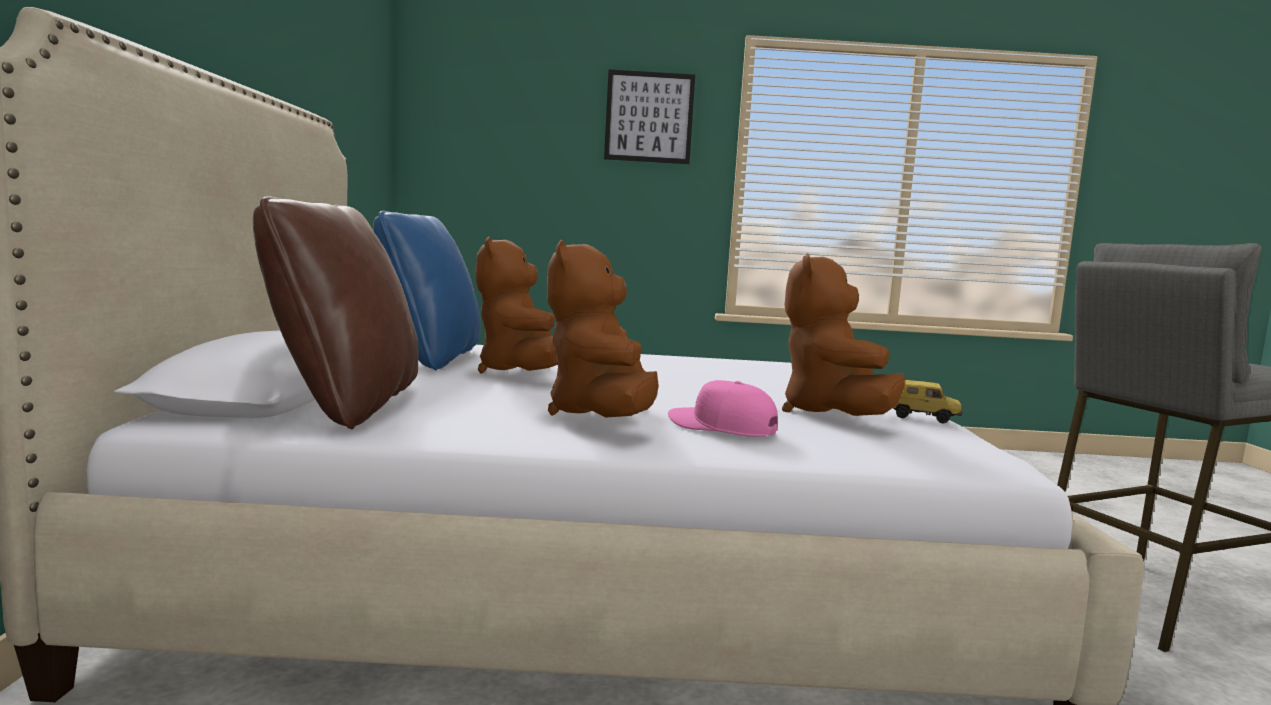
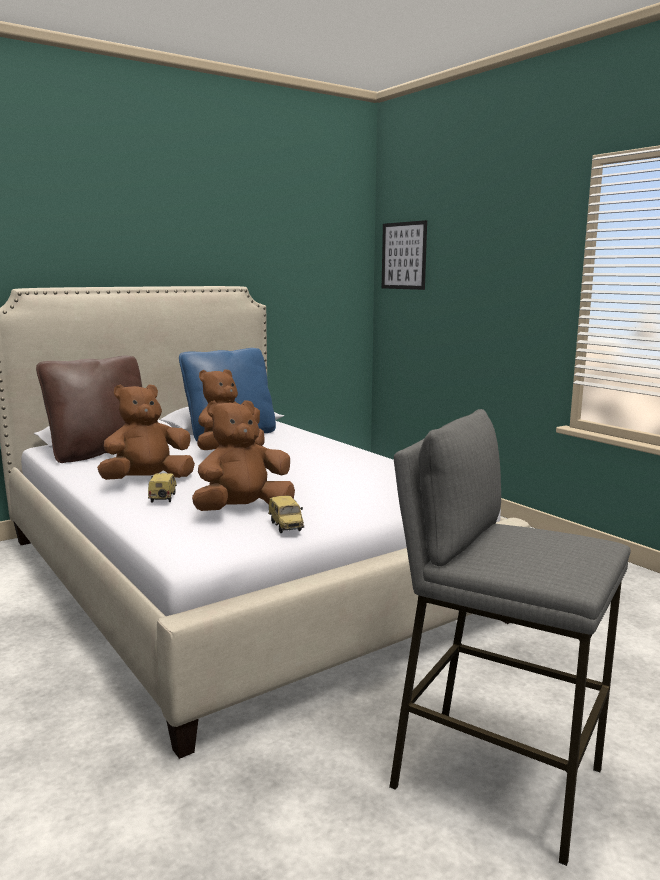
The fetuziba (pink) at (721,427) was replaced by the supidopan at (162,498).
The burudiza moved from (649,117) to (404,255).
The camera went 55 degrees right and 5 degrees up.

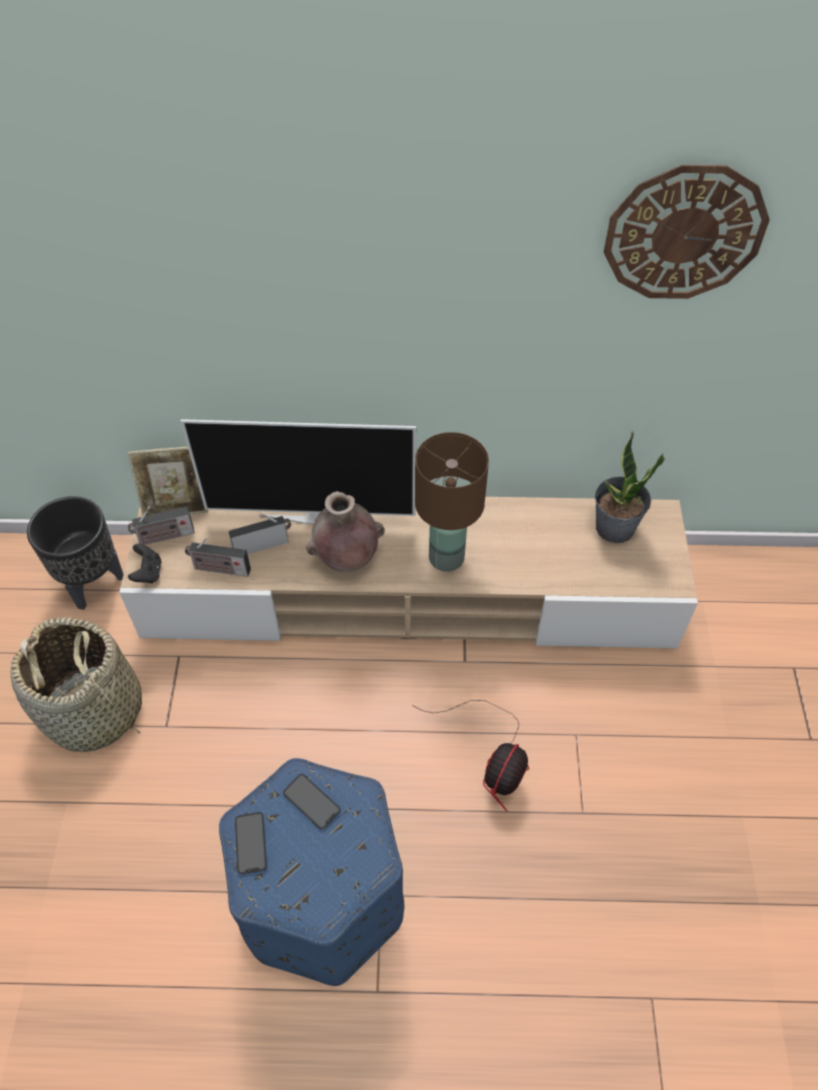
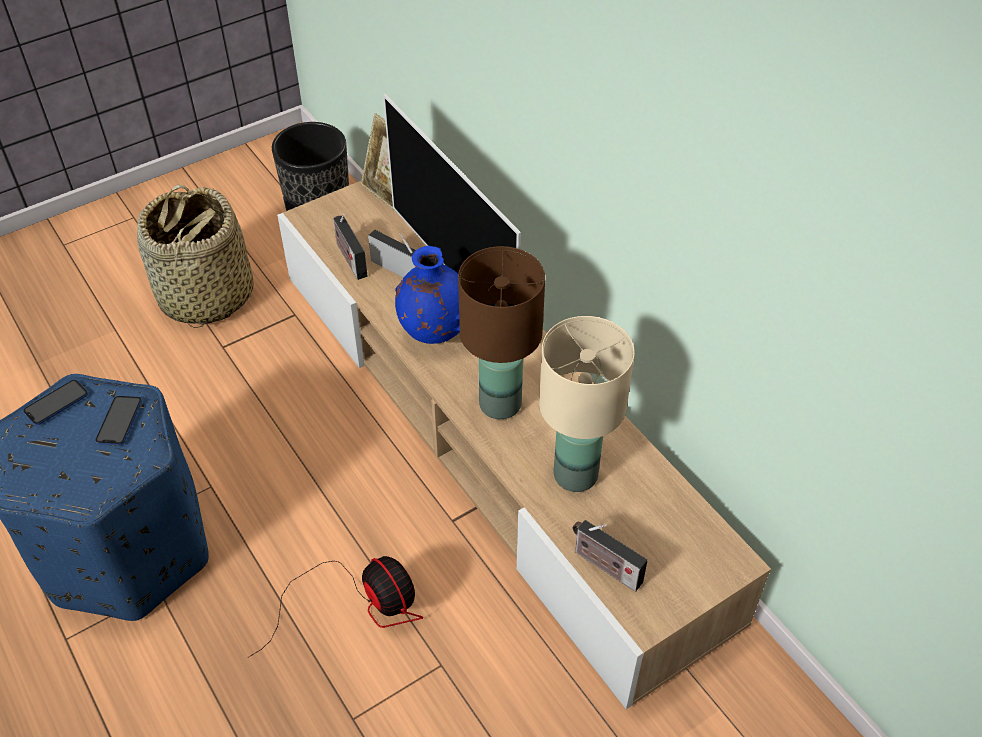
The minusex at (493,758) turned 120 degrees counterclockwise.
The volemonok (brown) at (347,559) became the volemonok (blue) at (433,333).
The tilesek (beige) at (576,473) appeared.
The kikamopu moved from (164,537) to (604,565).
The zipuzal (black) at (148,572) disappeared.
The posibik at (614,528) disappeared.
The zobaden at (684,233) disappeared.
The camera went 55 degrees right and 5 degrees down.

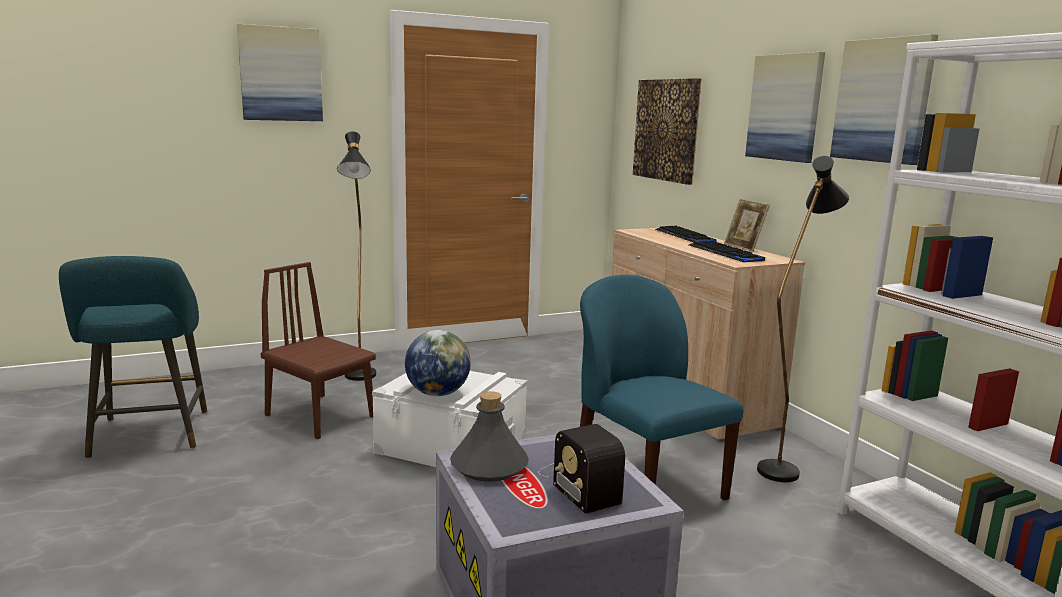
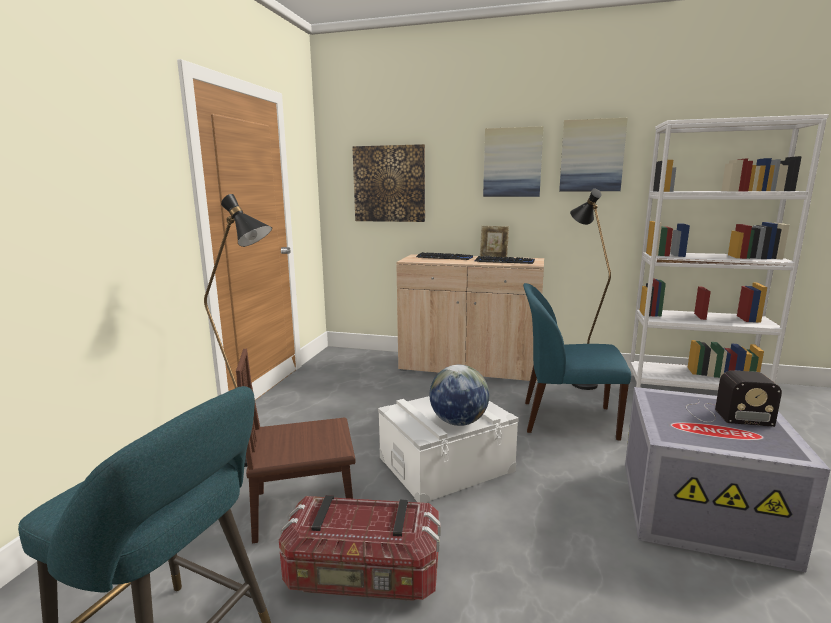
The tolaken at (363,576) appeared.
The burudiza at (281,74) disappeared.
The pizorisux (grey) at (489,466) disappeared.
The camera went 50 degrees left and 0 degrees up.

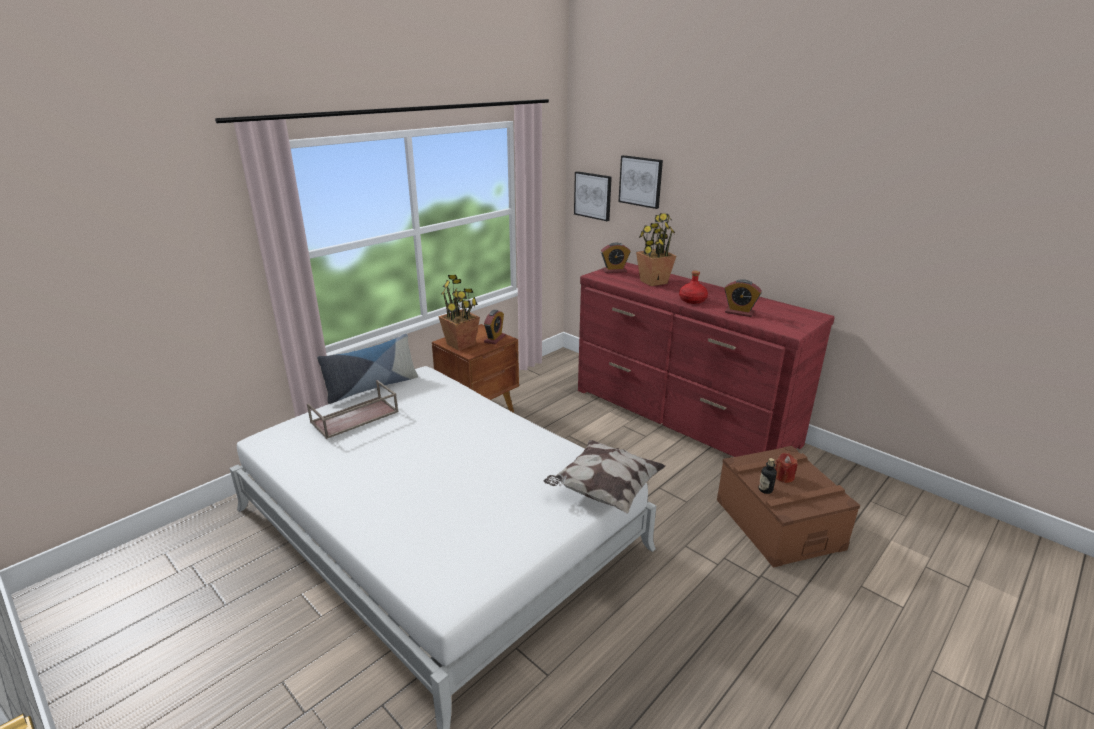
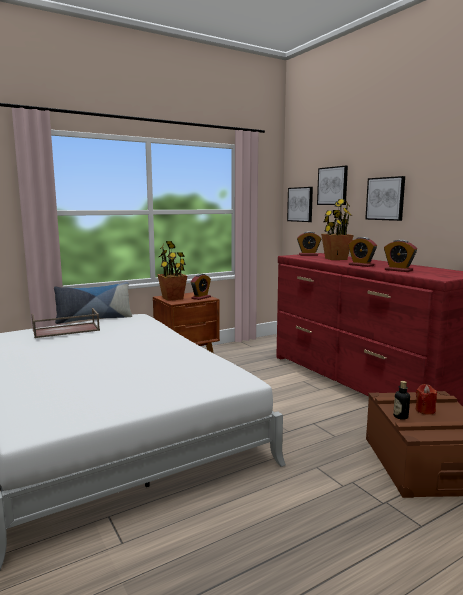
The pizorisux (red) at (692,300) was replaced by the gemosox at (361,265).
The burudiza at (385,198) appeared.
The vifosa at (604,491) disappeared.
The camera went 15 degrees right and 15 degrees down.

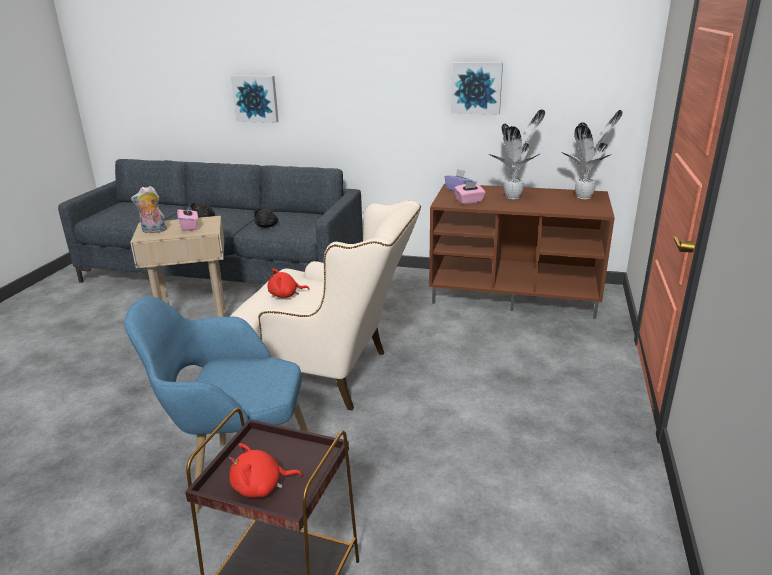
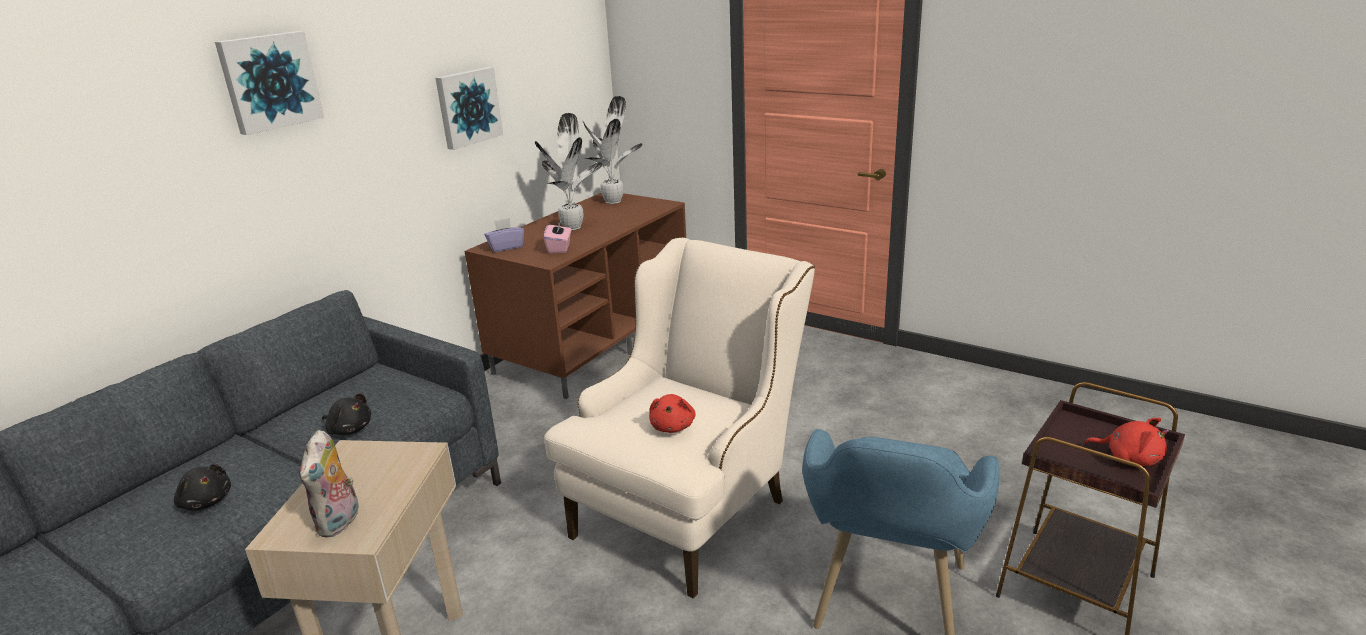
The burudiza moved from (256,98) to (269,81).
The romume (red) at (261,487) turned 60 degrees counterclockwise.
The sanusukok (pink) at (189,227) disappeared.
The camera went 70 degrees left and 0 degrees up.

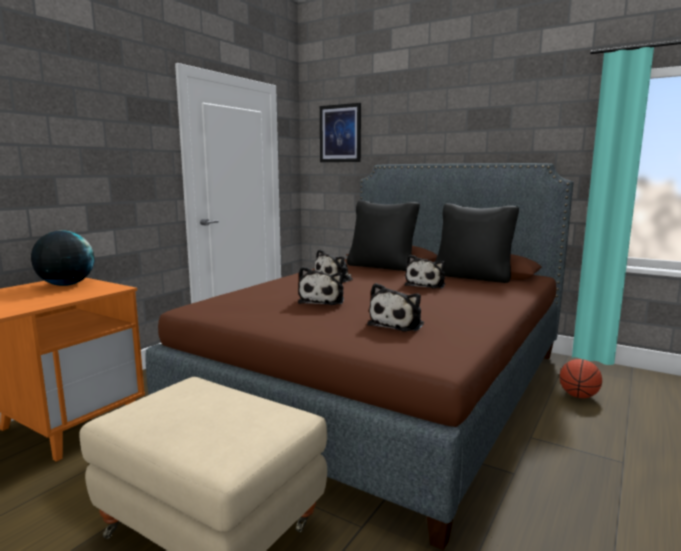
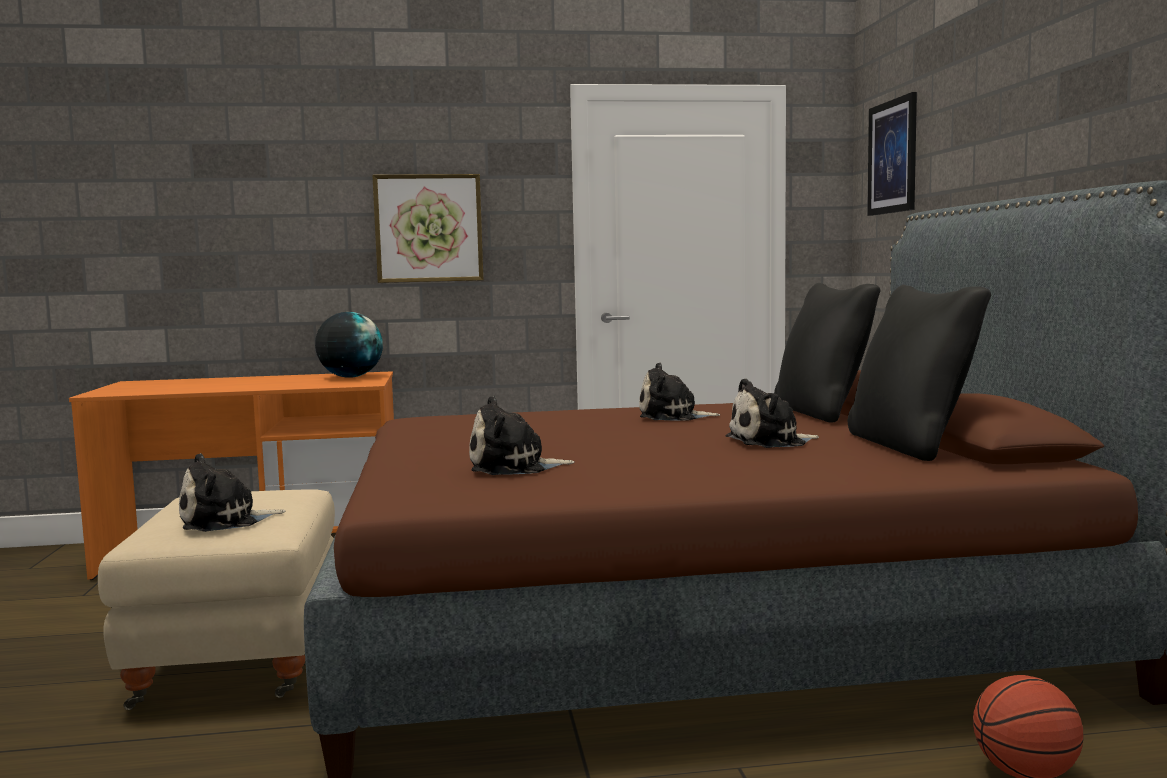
The romume moved from (323,300) to (225,521).
The burudiza at (428,228) appeared.
The camera went 50 degrees right and 5 degrees down.

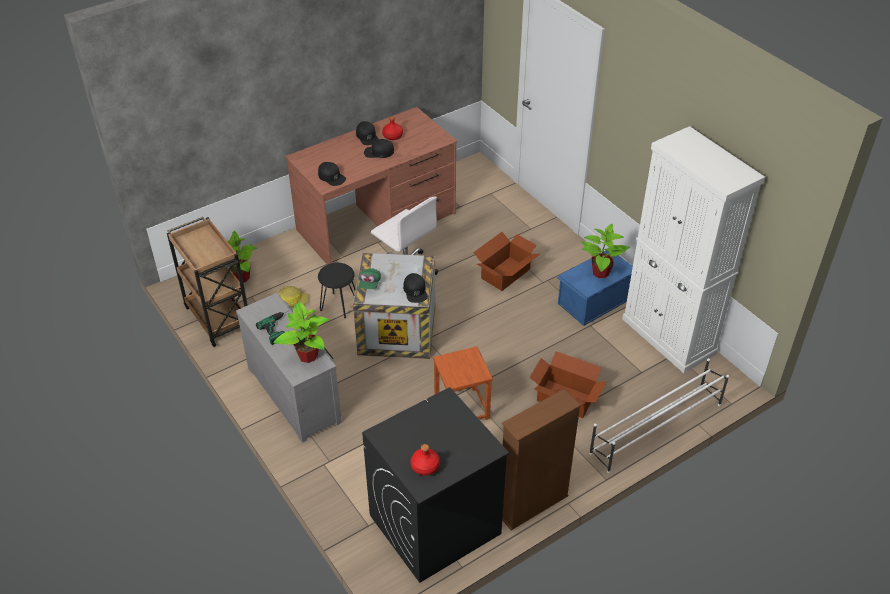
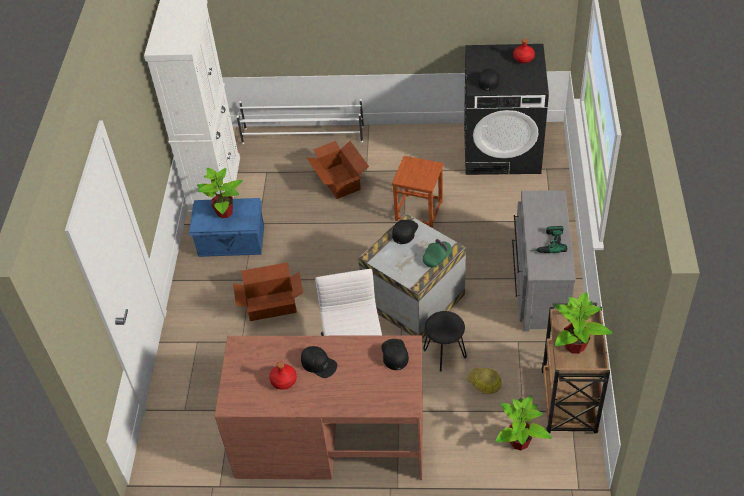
The fetuziba (black) moved from (367,136) to (489,80).
The posibik moved from (307,355) to (575,346).
The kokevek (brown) at (532,505) disappeared.
The camera went 140 degrees left and 5 degrees up.

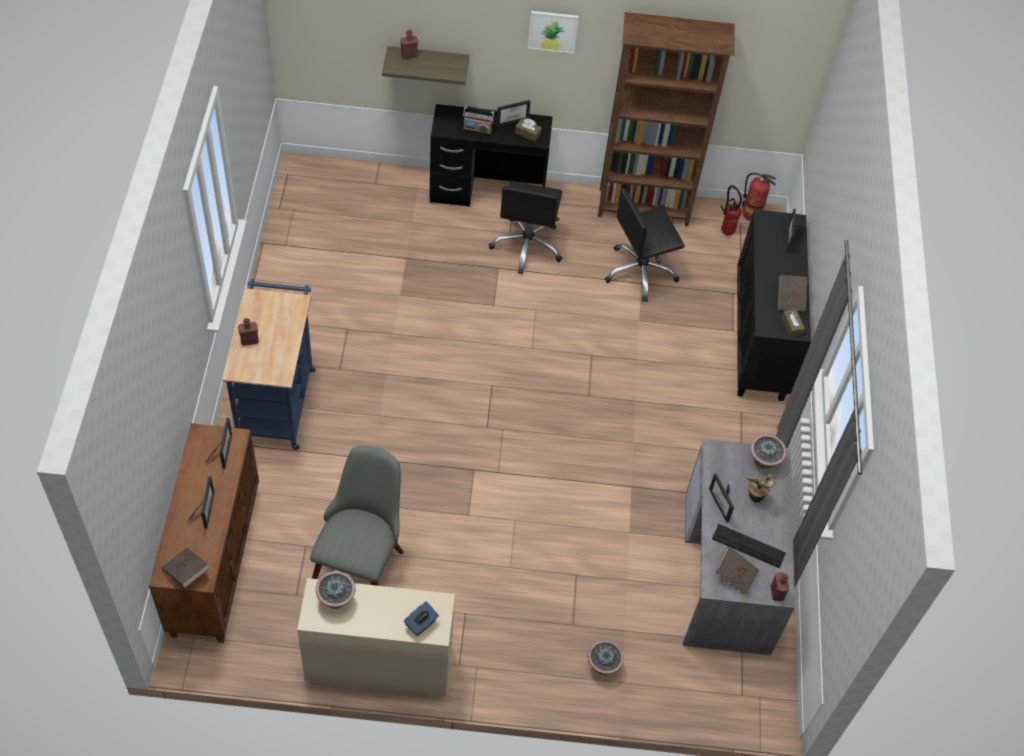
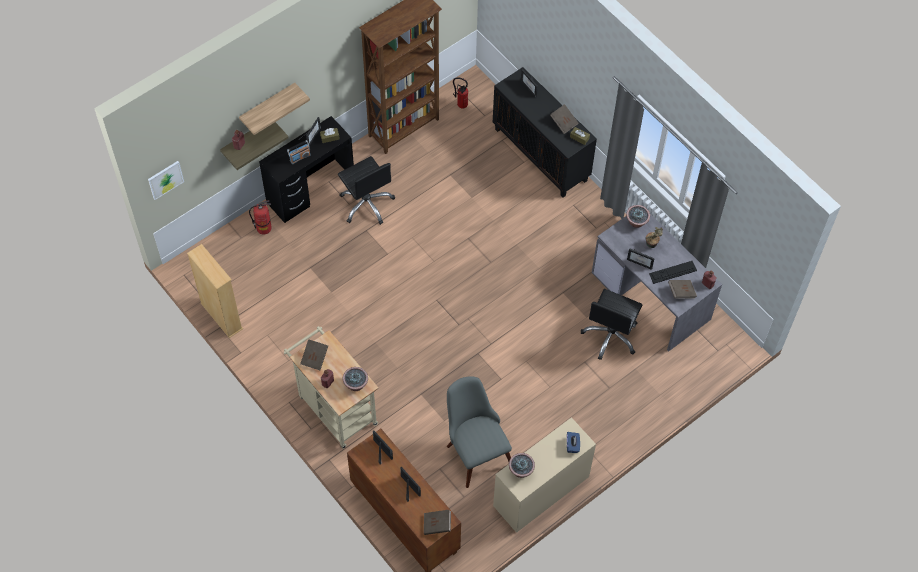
The burudiza moved from (553,31) to (165,179).
The kokevek (beige) at (221,316) appeared.
The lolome at (268,106) appeared.
The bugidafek moved from (751,214) to (264,228).
The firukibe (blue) at (277,399) became the firukibe (beige) at (335,407).
The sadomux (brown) at (315,358) appeared.
The posibik moved from (603,665) to (356,384).
The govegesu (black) moved from (640,272) to (610,336).
The camera went 40 degrees left and 5 degrees up.

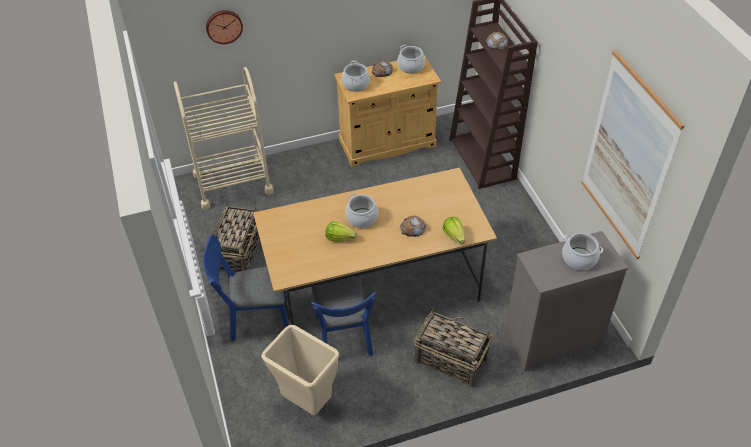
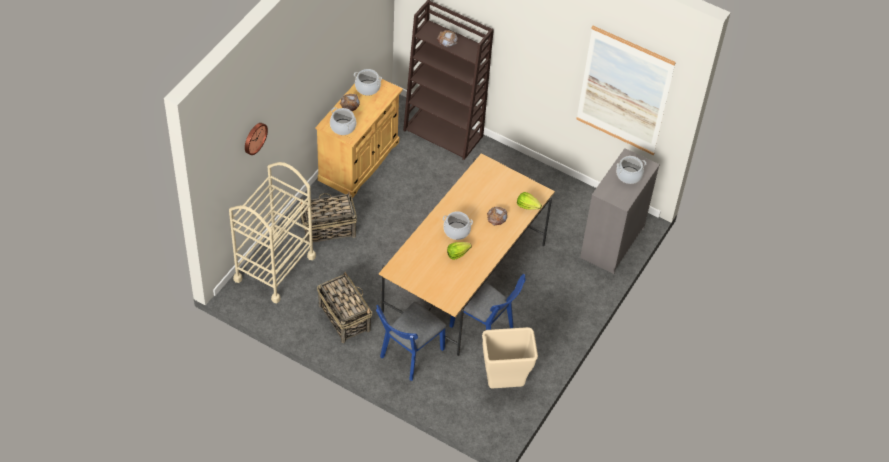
The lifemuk moved from (450,359) to (327,229).
The camera went 45 degrees left and 5 degrees up.

